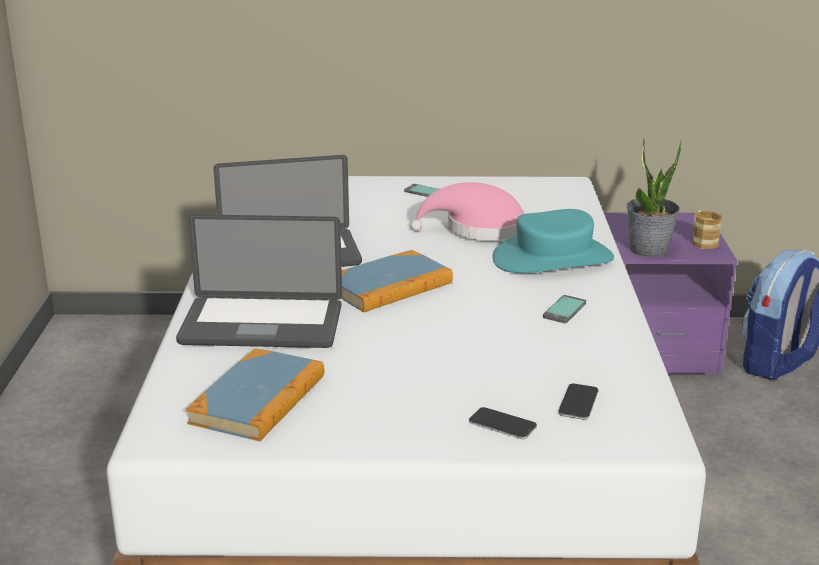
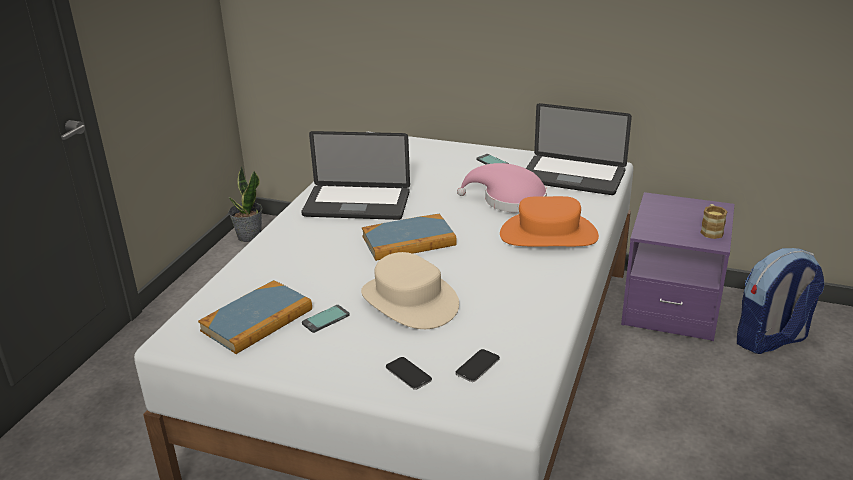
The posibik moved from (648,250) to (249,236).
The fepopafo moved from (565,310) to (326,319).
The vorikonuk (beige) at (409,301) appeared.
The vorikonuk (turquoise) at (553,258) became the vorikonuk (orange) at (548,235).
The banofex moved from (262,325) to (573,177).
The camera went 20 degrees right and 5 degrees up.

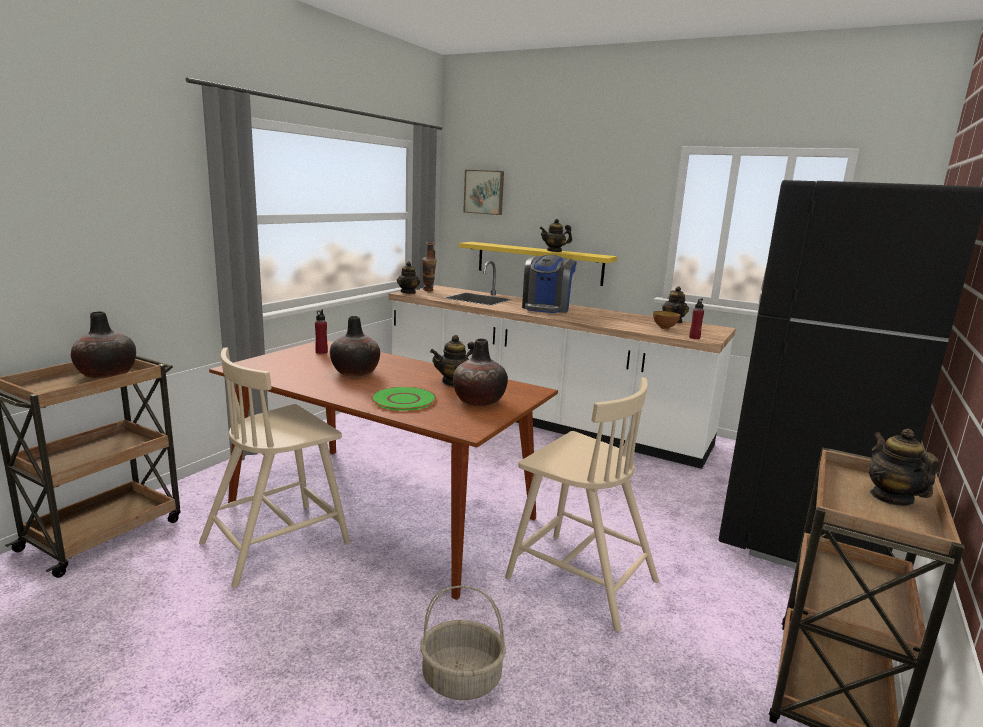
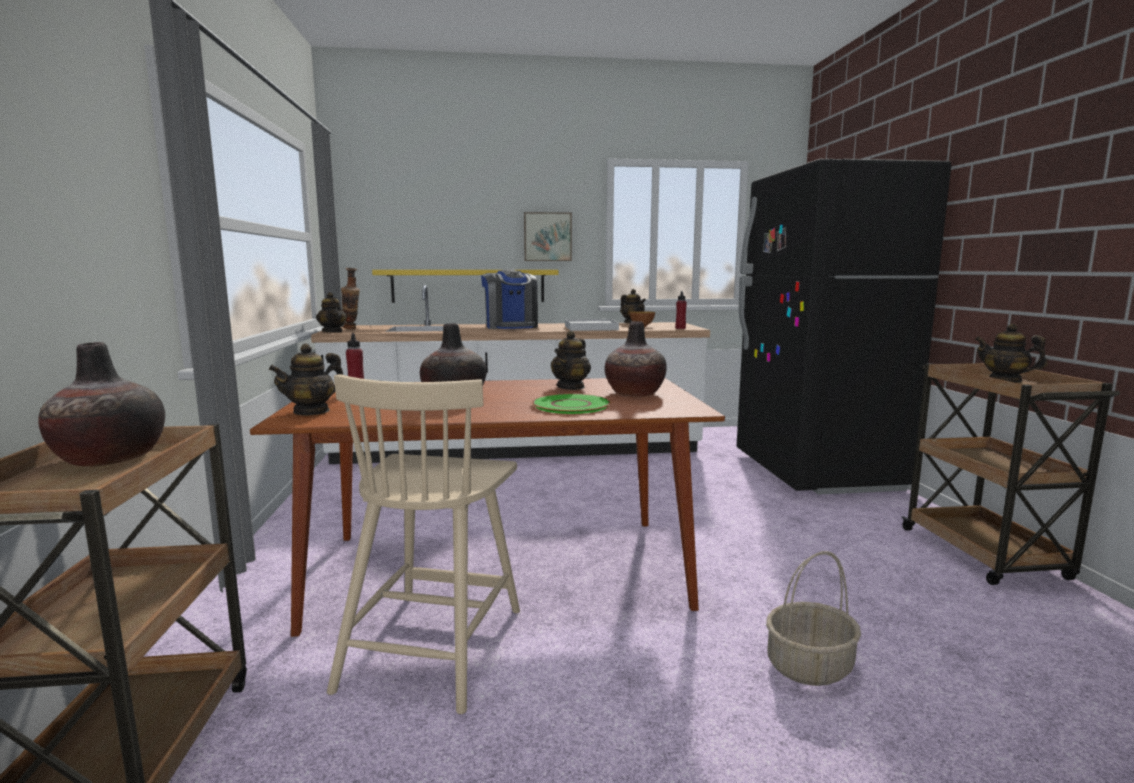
The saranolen moved from (554,251) to (312,411).
The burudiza moved from (484,192) to (547,237).
The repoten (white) at (590,328) appeared.
The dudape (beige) at (579,578) disappeared.
The camera went 35 degrees left and 5 degrees down.

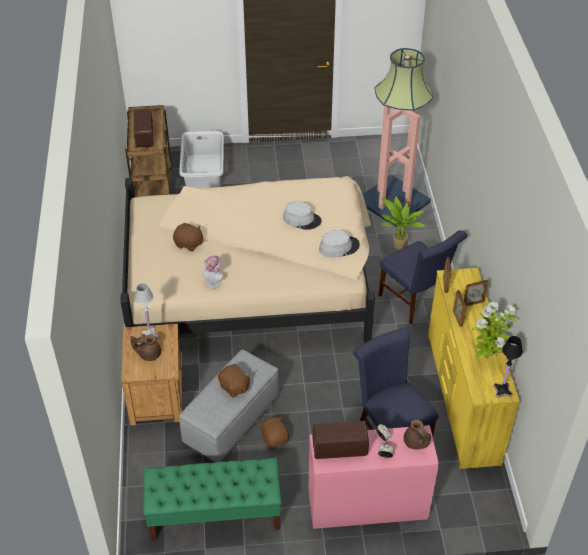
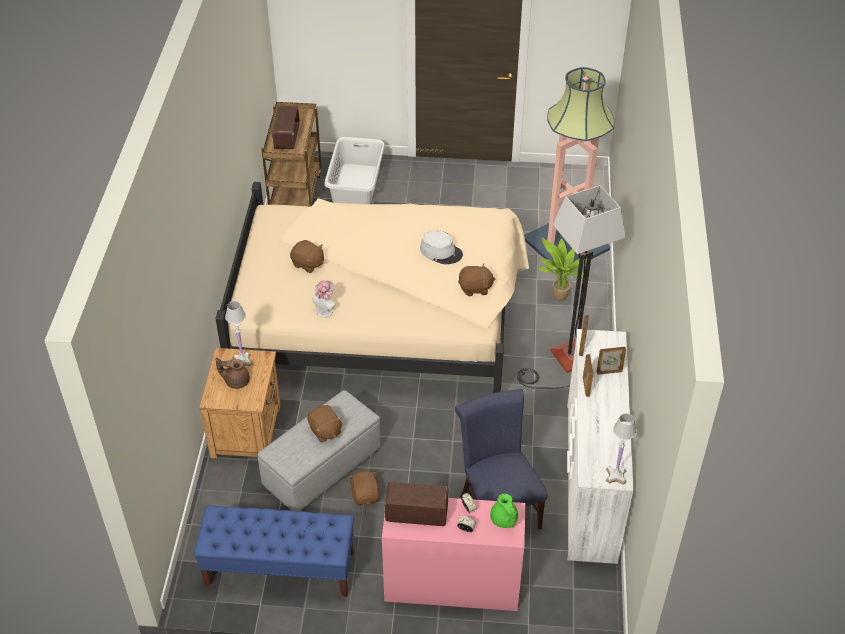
The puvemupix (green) at (214,514) became the puvemupix (blue) at (279,569).
The vorikonuk (grey) at (339,247) was replaced by the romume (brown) at (475,288).
The saranolen (brown) at (416,443) became the saranolen (green) at (504,520).
The dudape (blue) at (416,301) was replaced by the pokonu at (564,363).
The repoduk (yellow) at (461,398) became the repoduk (white) at (589,481).
The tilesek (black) at (502,390) became the tilesek (white) at (616,475).
The posibik at (486,357) disappeared.
The camera went 10 degrees right and 0 degrees up.

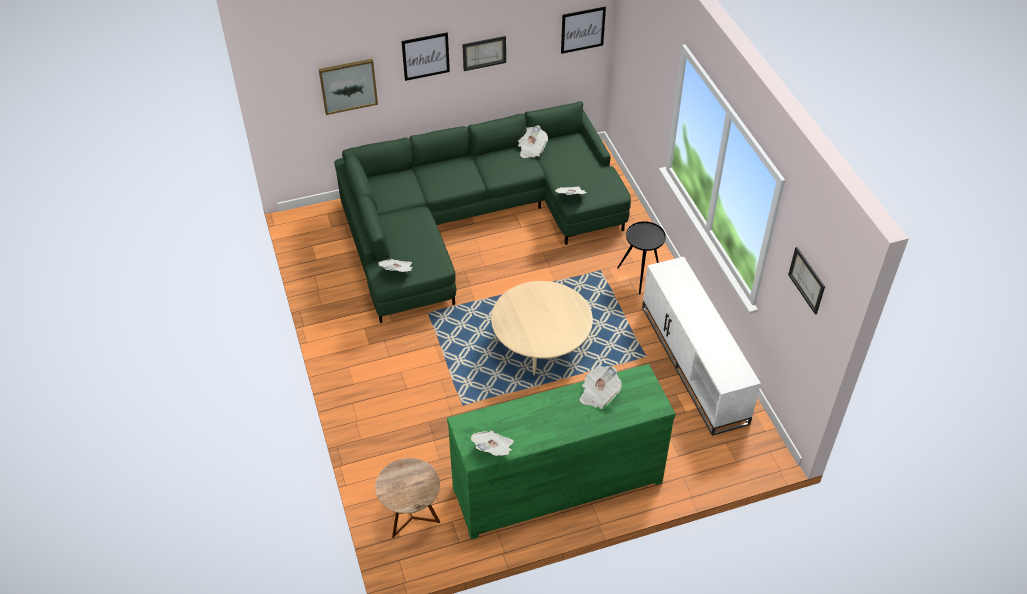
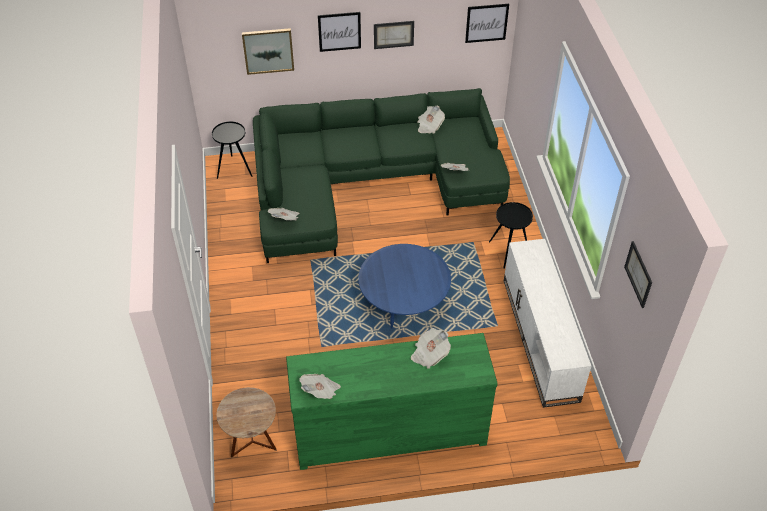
The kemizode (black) at (234,169) appeared.
The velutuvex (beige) at (541,346) became the velutuvex (blue) at (404,303).
The camera went 10 degrees right and 0 degrees up.

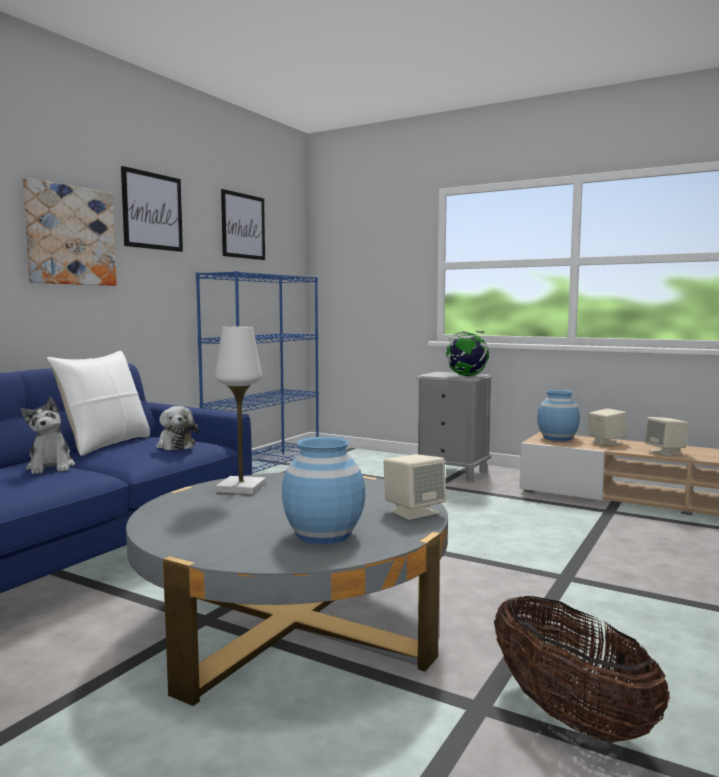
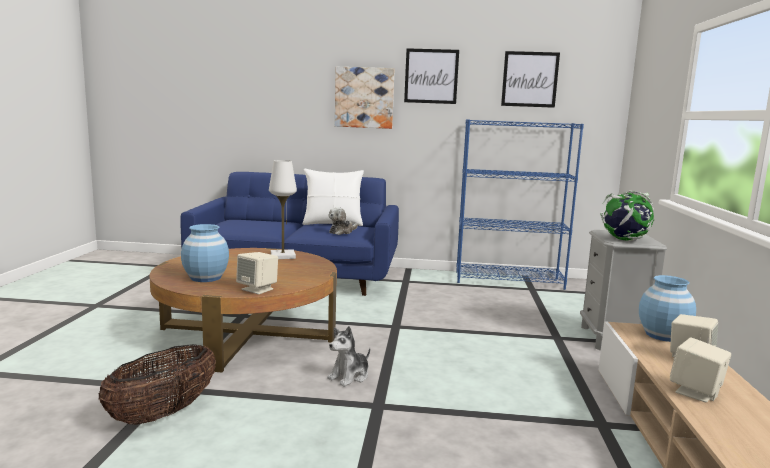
The velutuvex (grey) at (292,623) became the velutuvex (brown) at (247,333).
The romume moved from (51,467) to (350,376).
The camera went 65 degrees right and 5 degrees up.

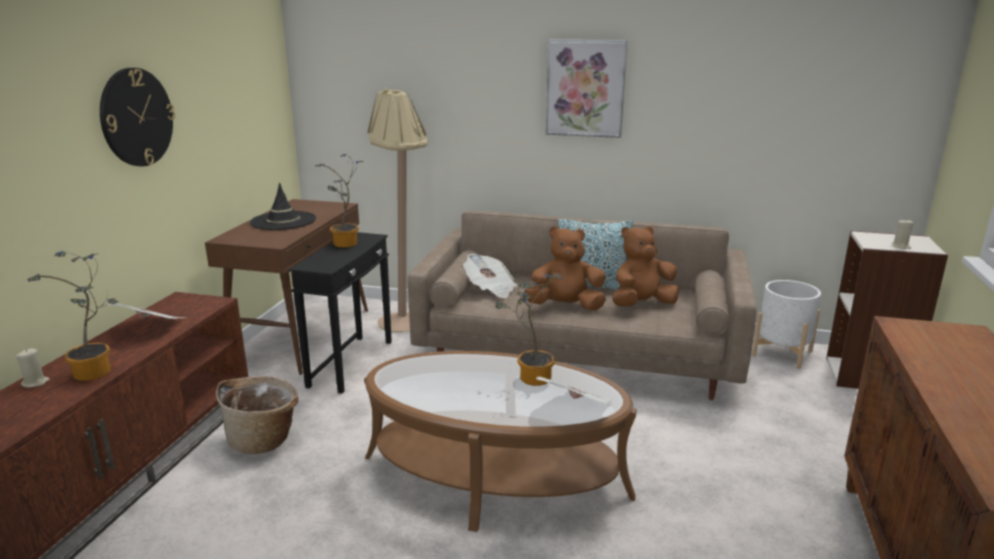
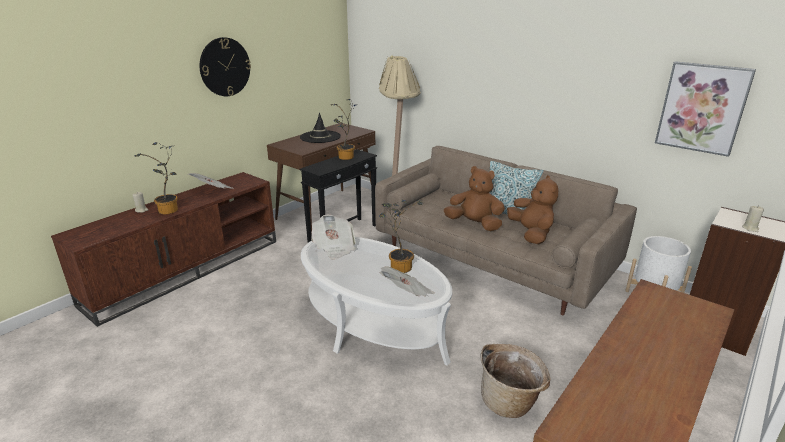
The velutuvex (brown) at (494,476) became the velutuvex (white) at (373,324).
The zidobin moved from (490,289) to (334,248).
The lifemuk moved from (264,440) to (510,401).
The romume (brown) at (641,305) turned 75 degrees clockwise.
The burudiza moved from (585,88) to (702,108).
The camera went 25 degrees right and 5 degrees up.

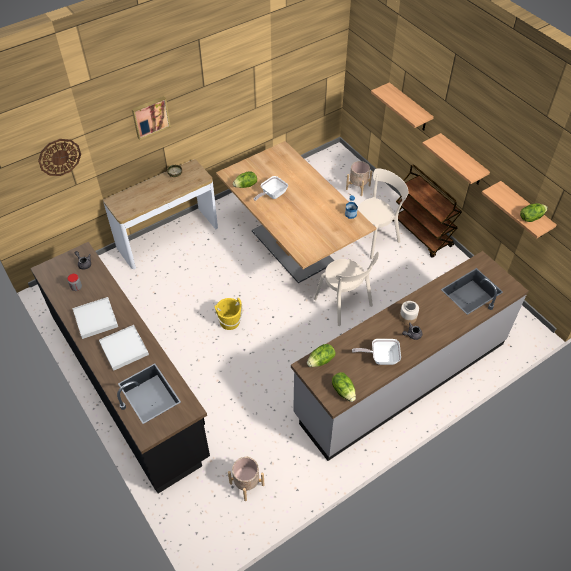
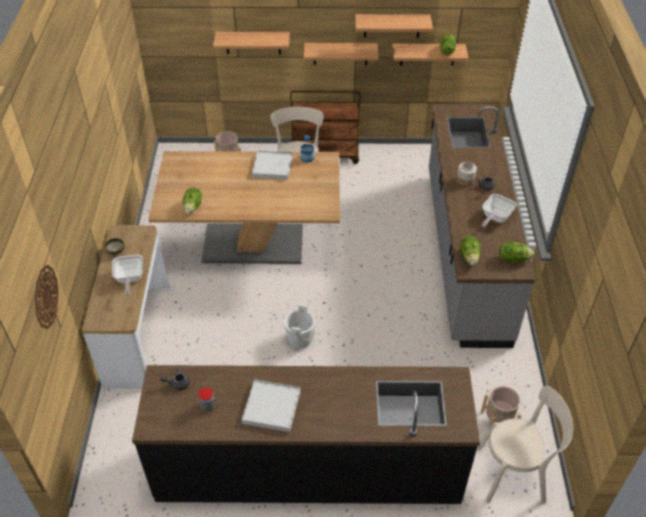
The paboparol moved from (272,195) to (129,279).
The repoten (white) moved from (124,349) to (272,166).
The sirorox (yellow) at (229,322) became the sirorox (white) at (300,339).
The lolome at (392,25) appeared.
The dudape (beige) moved from (344,304) to (514,474).
The burudiza at (150,117) disappeared.
The camera went 55 degrees left and 5 degrees down.

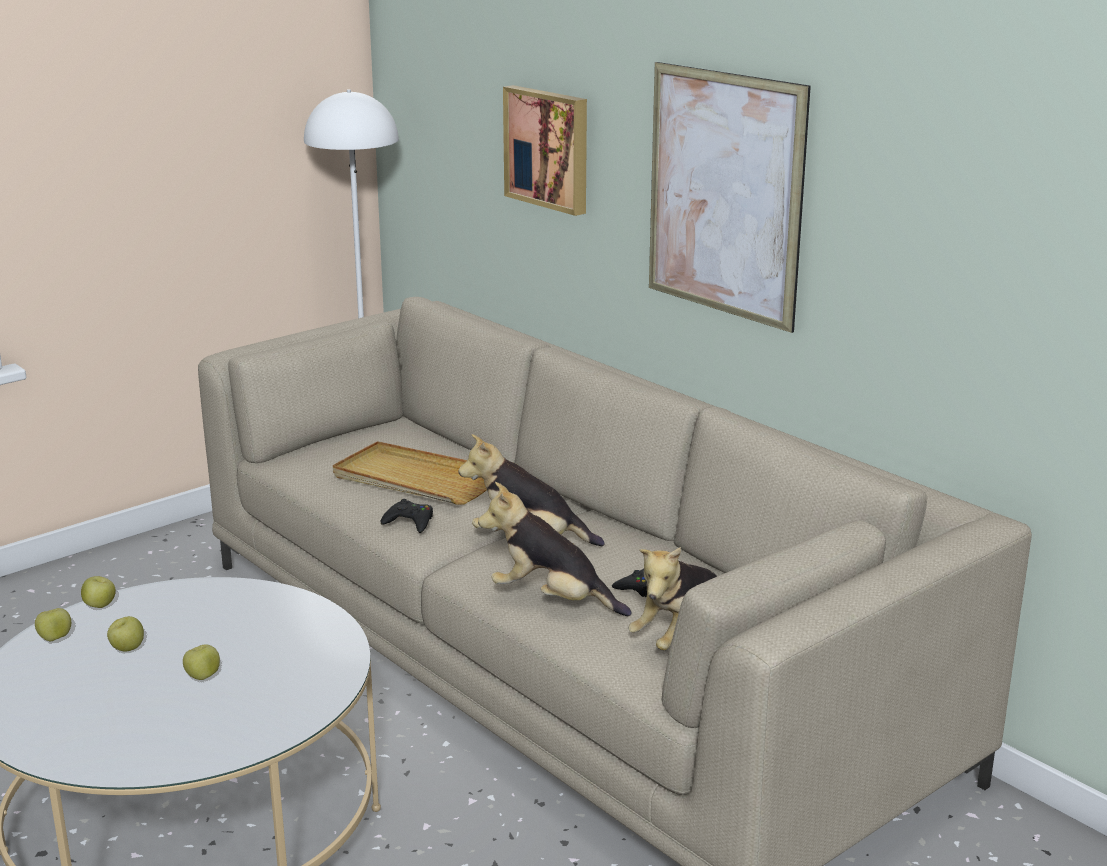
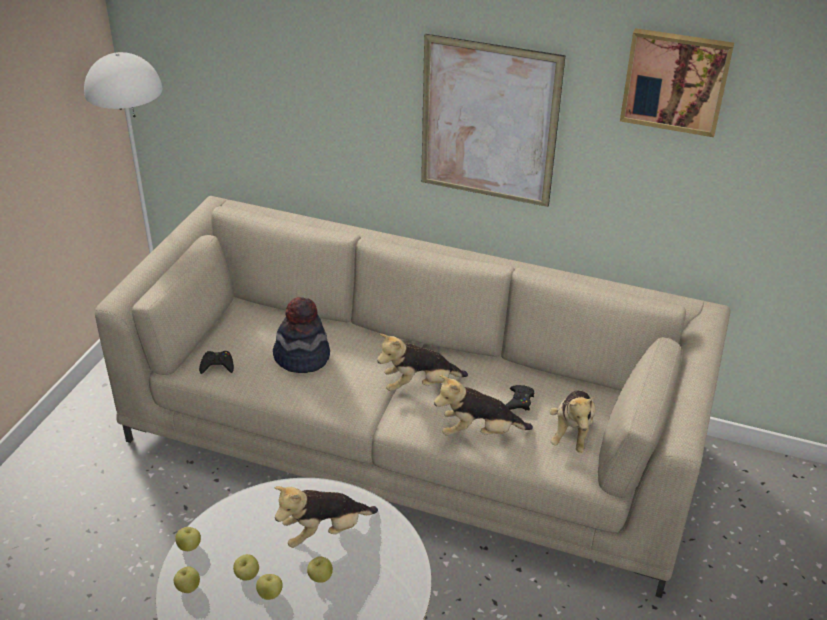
The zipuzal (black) moved from (410,522) to (217,365).
The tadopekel at (270,594) appeared.
The repoten (beige) at (414,480) was replaced by the vorikonuk at (302,357).
The romume at (324,532) appeared.
The burudiza moved from (549,148) to (675,81).
The camera went 30 degrees left and 15 degrees up.

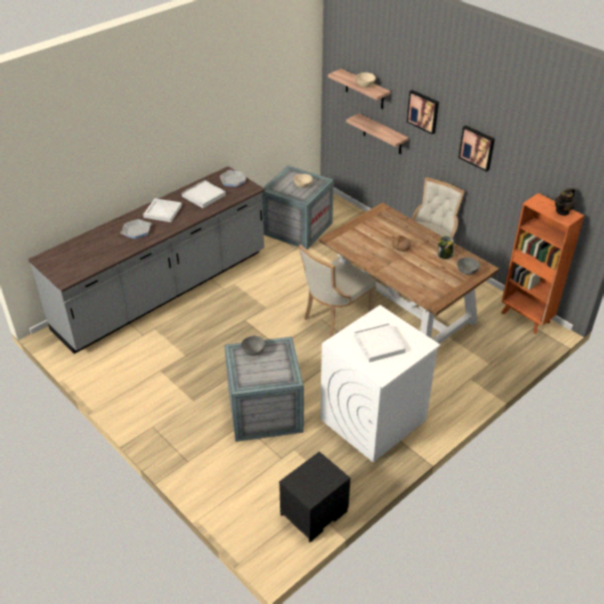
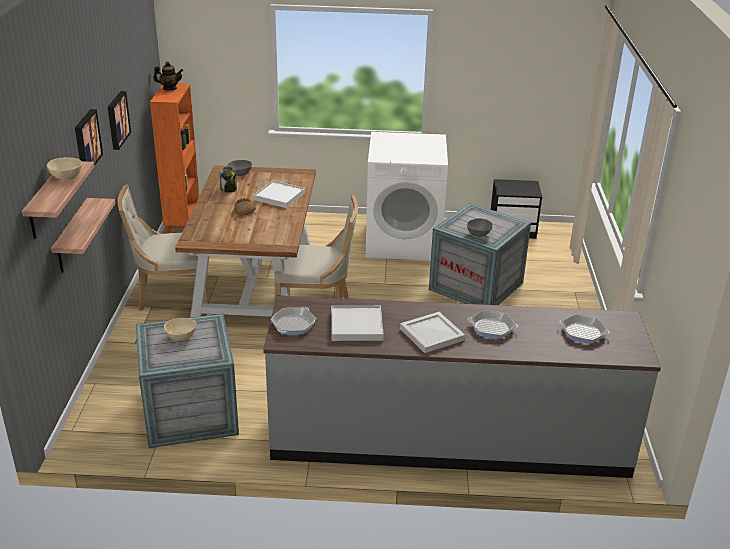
The repoten (white) moved from (378,344) to (279,196).
The paboparol at (583,332) appeared.
The camera went 135 degrees left and 10 degrees down.

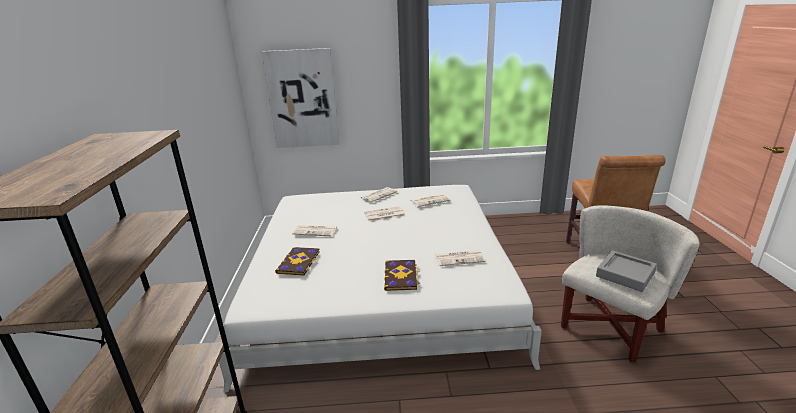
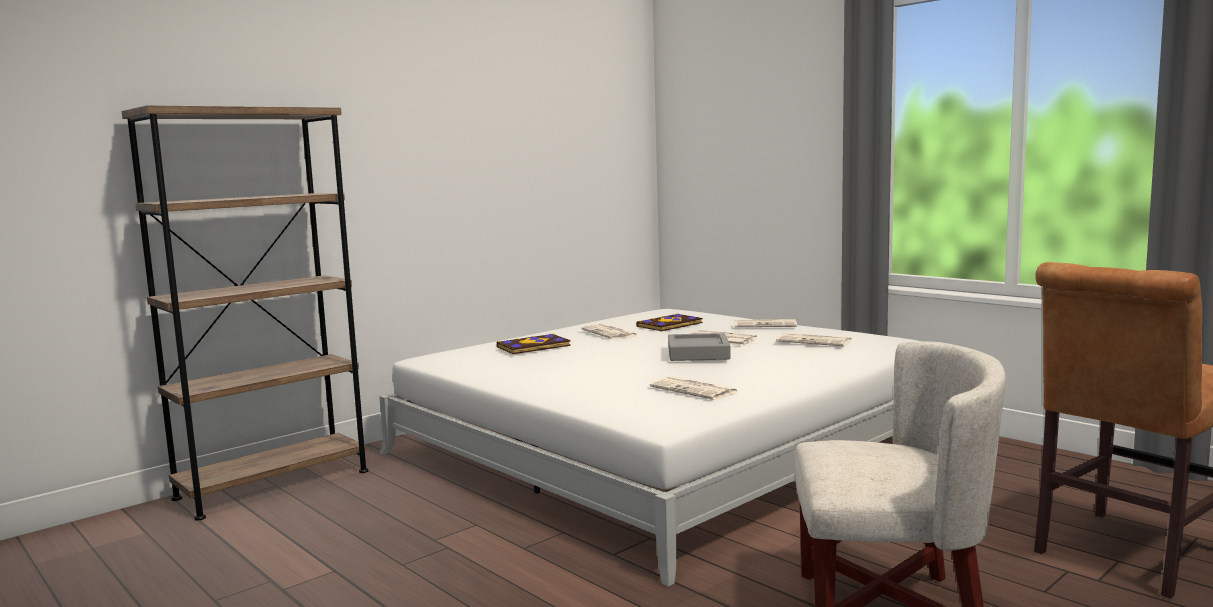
The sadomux moved from (401,276) to (670,325).
The repoten (grey) moved from (625,274) to (698,353).
The burudiza at (303,99) disappeared.
The camera went 50 degrees right and 15 degrees down.

